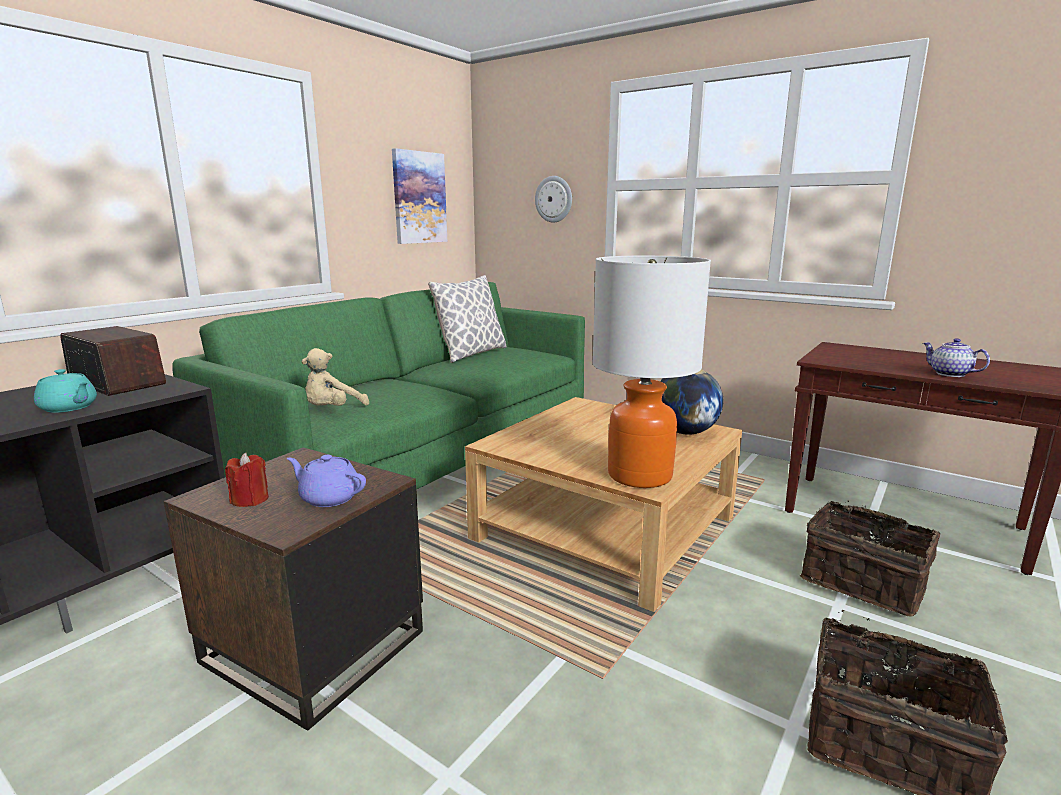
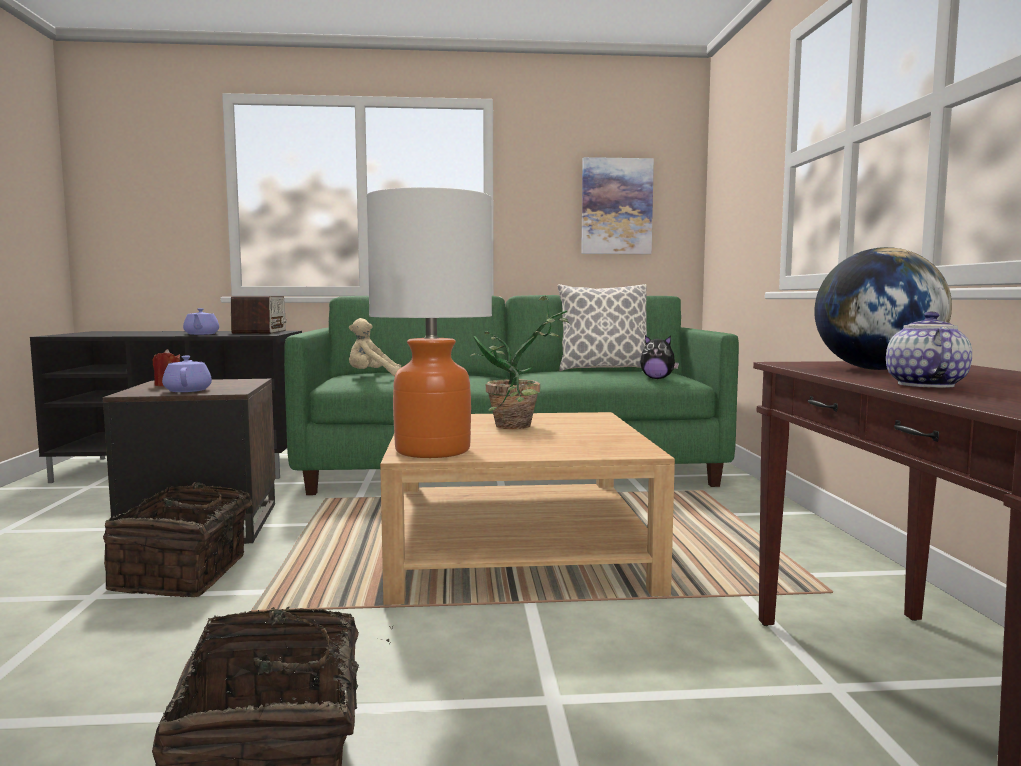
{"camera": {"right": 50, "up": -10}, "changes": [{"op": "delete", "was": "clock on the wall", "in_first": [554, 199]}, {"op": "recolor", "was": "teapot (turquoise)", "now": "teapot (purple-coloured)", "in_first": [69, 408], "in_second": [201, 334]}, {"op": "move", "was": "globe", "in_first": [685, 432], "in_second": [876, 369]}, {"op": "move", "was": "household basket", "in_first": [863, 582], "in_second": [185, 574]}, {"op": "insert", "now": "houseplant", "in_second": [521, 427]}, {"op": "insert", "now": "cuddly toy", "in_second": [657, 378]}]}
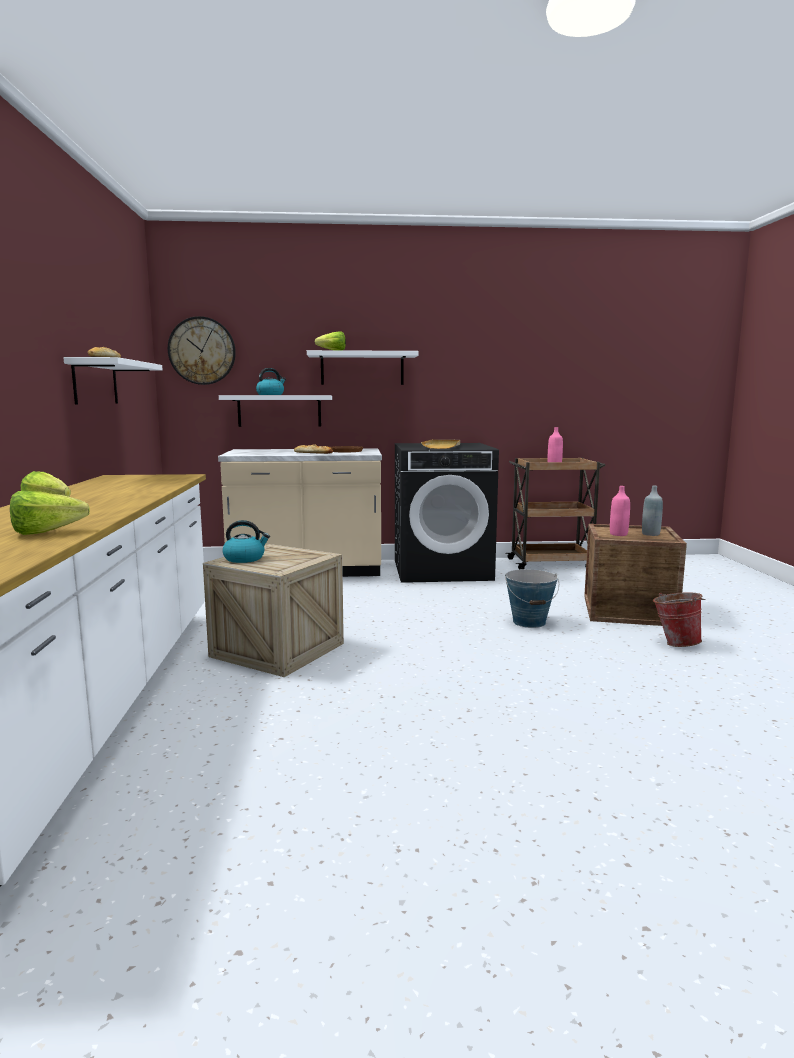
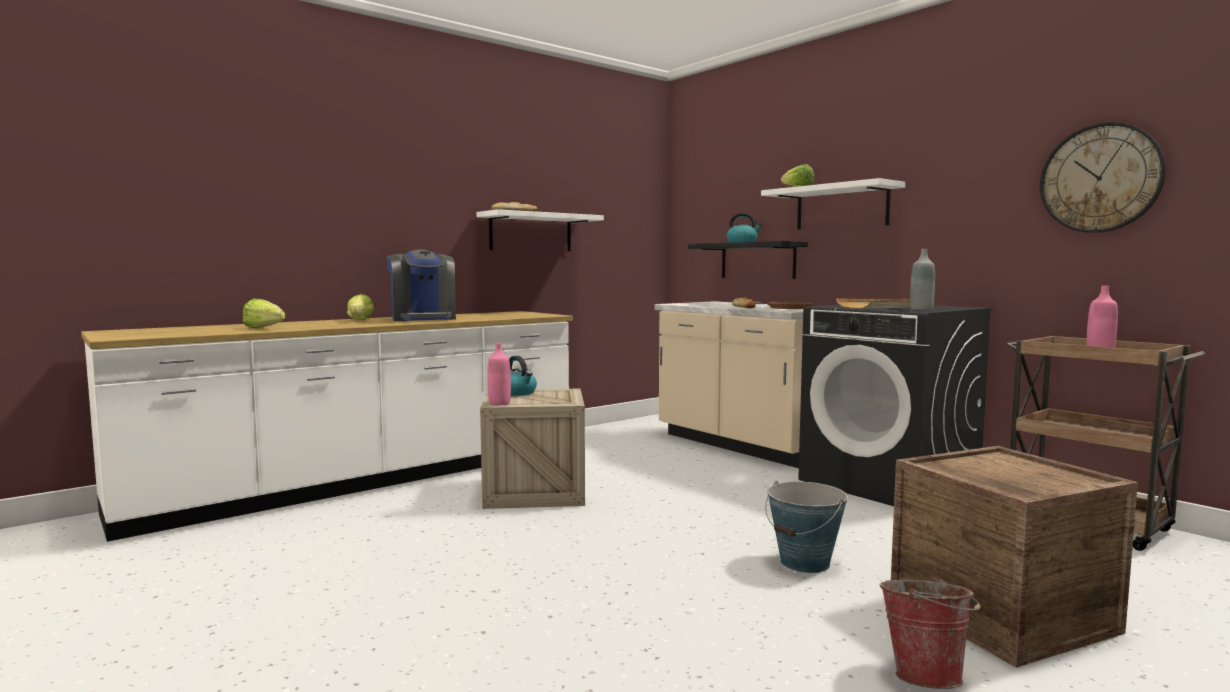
{"camera": {"right": 55, "up": -5}, "changes": [{"op": "move", "was": "clock on the wall", "in_first": [202, 351], "in_second": [1100, 178]}, {"op": "recolor", "was": "wall shelf (white-coloured)", "now": "wall shelf (black)", "in_first": [279, 411], "in_second": [757, 260]}, {"op": "move", "was": "bottle (pink-coloured)", "in_first": [618, 534], "in_second": [499, 403]}, {"op": "move", "was": "bottle (gray)", "in_first": [650, 534], "in_second": [921, 309]}, {"op": "insert", "now": "coffee machine", "in_second": [423, 319]}]}
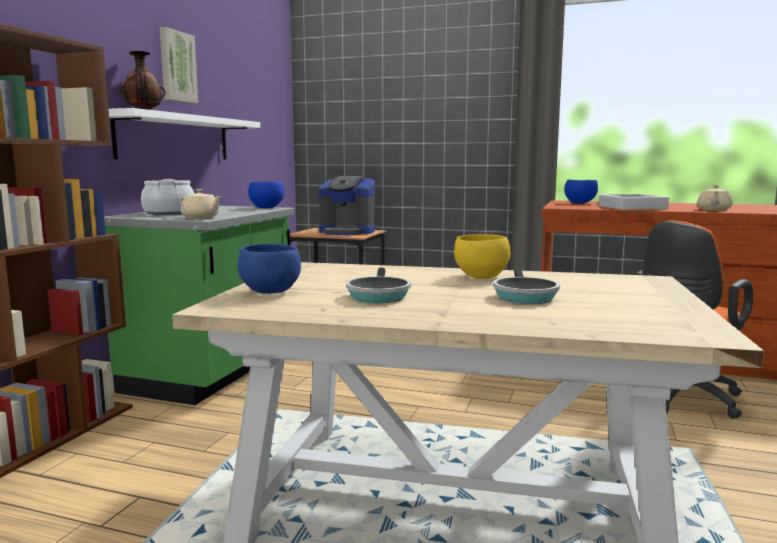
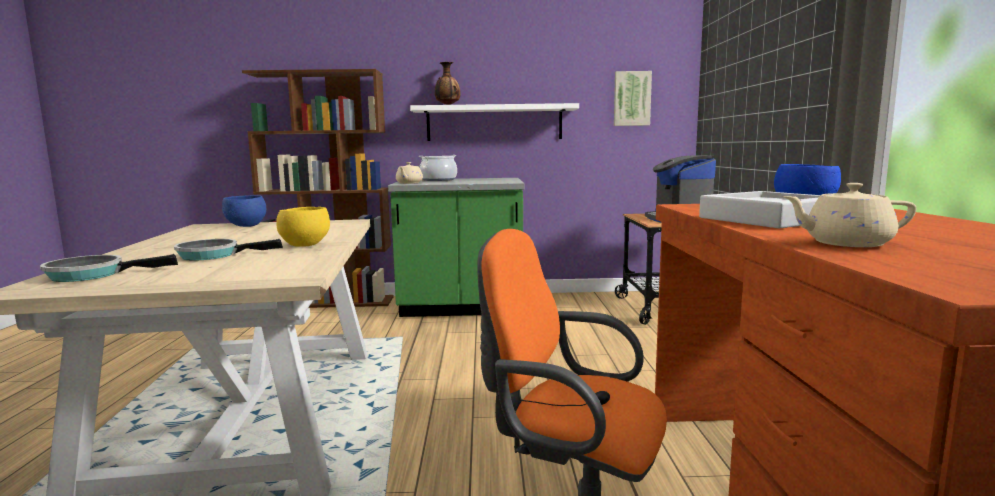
{"camera": {"right": 70, "up": 0}, "changes": [{"op": "move", "was": "wall art", "in_first": [176, 67], "in_second": [631, 98]}, {"op": "delete", "was": "deep dish (blue)", "in_first": [266, 207]}, {"op": "move", "was": "frying pan", "in_first": [378, 295], "in_second": [92, 275]}]}
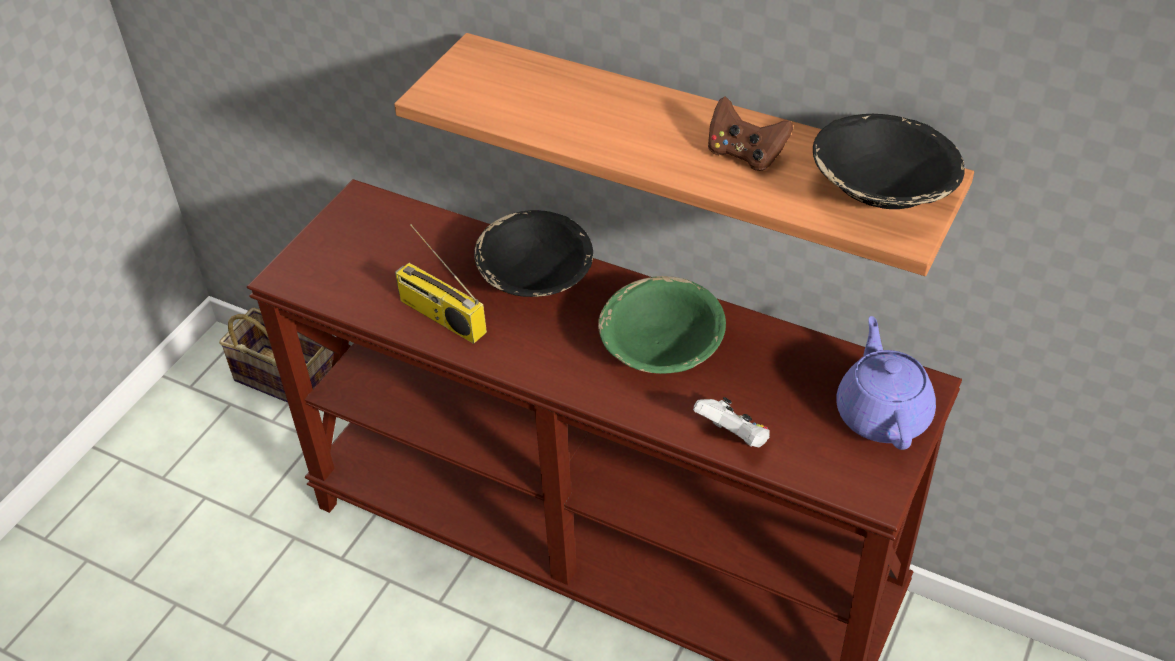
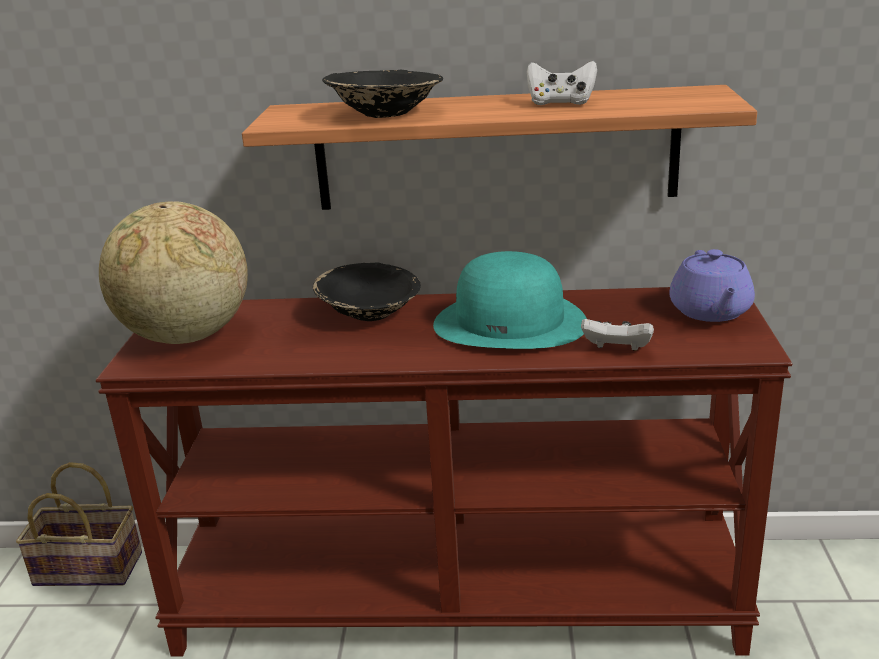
{"camera": {"right": -25, "up": -20}, "changes": [{"op": "recolor", "was": "game controller (brownish)", "now": "game controller (white-coloured)", "in_first": [745, 154], "in_second": [561, 103]}, {"op": "move", "was": "deep dish (black)", "in_first": [882, 191], "in_second": [385, 113]}, {"op": "delete", "was": "radio set", "in_first": [440, 316]}, {"op": "replace", "was": "deep dish (green-coloured)", "now": "hat (turquoise)", "in_first": [662, 348], "in_second": [510, 322]}, {"op": "rotate", "was": "teapot (purple-coloured)", "in_first": [882, 413], "in_second": [710, 311], "clockwise": -150}, {"op": "insert", "now": "globe", "in_second": [186, 337]}]}
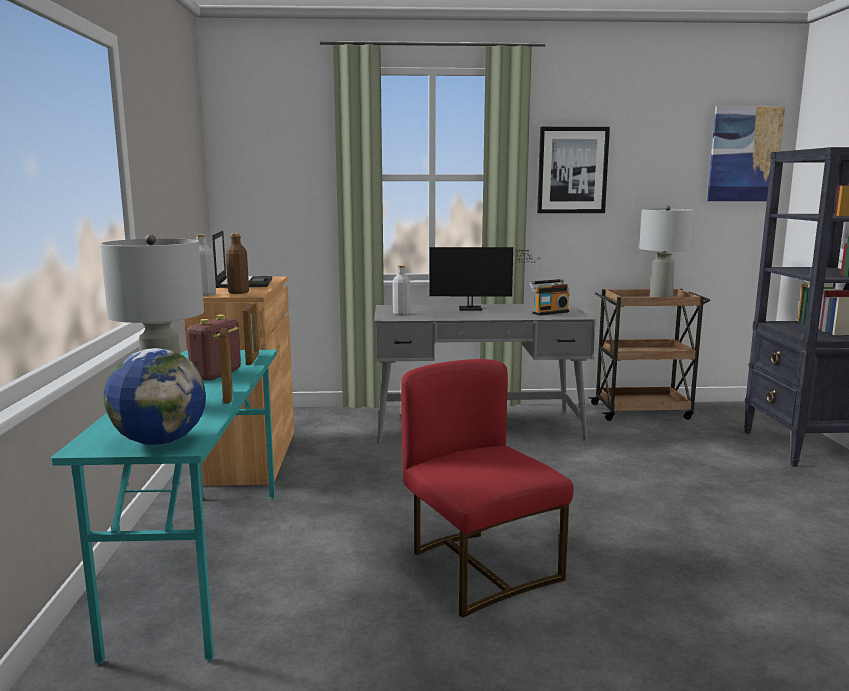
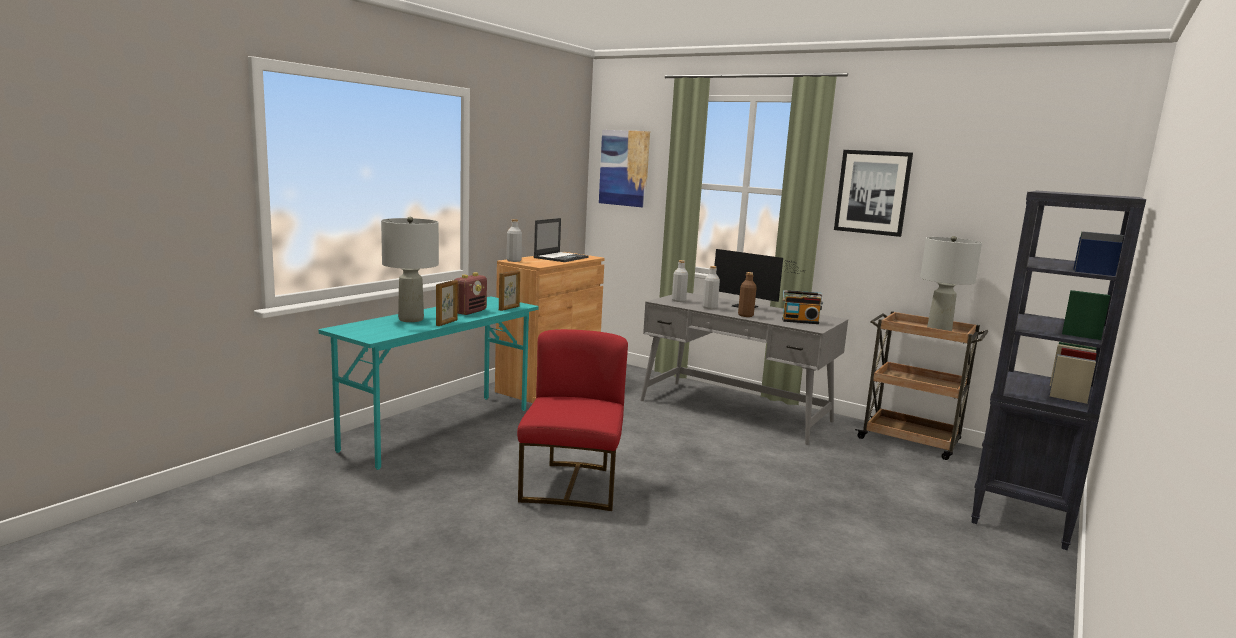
{"camera": {"right": 35, "up": 0}, "changes": [{"op": "move", "was": "wall art", "in_first": [744, 154], "in_second": [624, 168]}, {"op": "move", "was": "bottle (brownish)", "in_first": [238, 292], "in_second": [745, 315]}, {"op": "rotate", "was": "radio set", "in_first": [216, 375], "in_second": [470, 312], "clockwise": 150}, {"op": "delete", "was": "globe", "in_first": [160, 441]}, {"op": "insert", "now": "bottle (gray)", "in_second": [709, 308]}]}
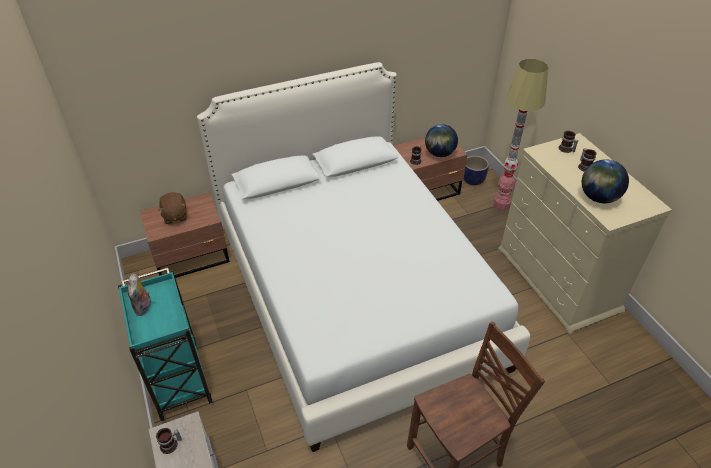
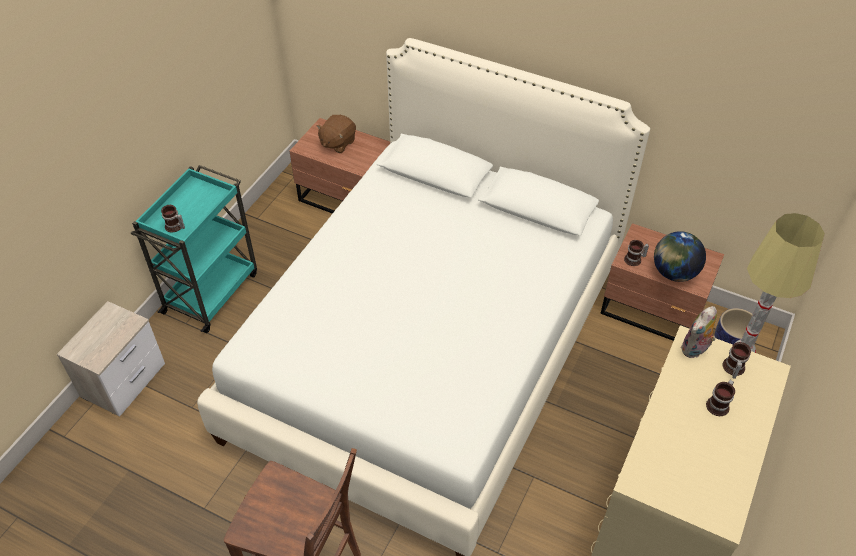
{"camera": {"right": 50, "up": 5}, "changes": [{"op": "delete", "was": "globe", "in_first": [598, 198]}, {"op": "move", "was": "cuddly toy", "in_first": [144, 308], "in_second": [695, 350]}, {"op": "move", "was": "mug", "in_first": [171, 445], "in_second": [174, 227]}]}
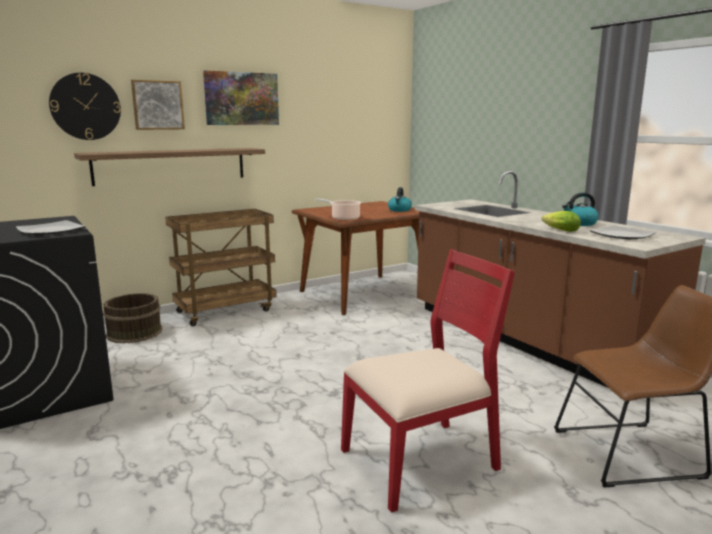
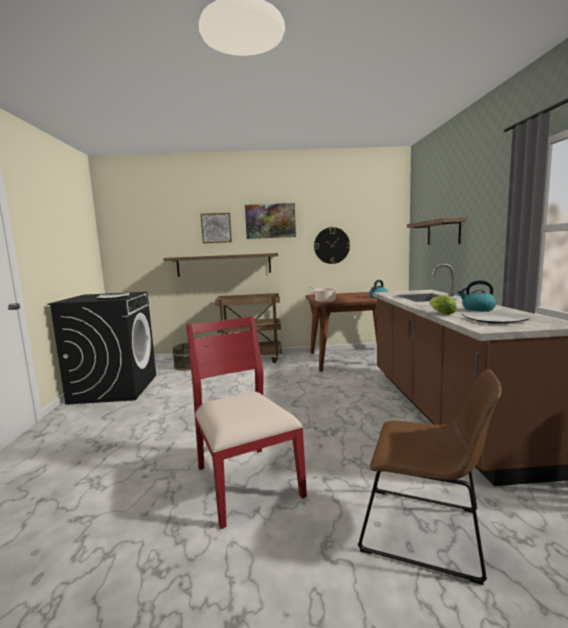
{"camera": {"right": 30, "up": -5}, "changes": [{"op": "move", "was": "clock on the wall", "in_first": [85, 106], "in_second": [331, 245]}, {"op": "rotate", "was": "plain chair (red)", "in_first": [421, 460], "in_second": [246, 481], "clockwise": -120}, {"op": "insert", "now": "wall shelf", "in_second": [443, 232]}]}
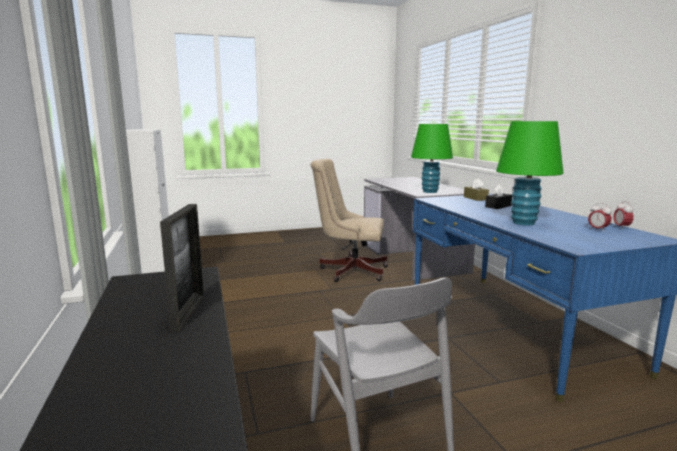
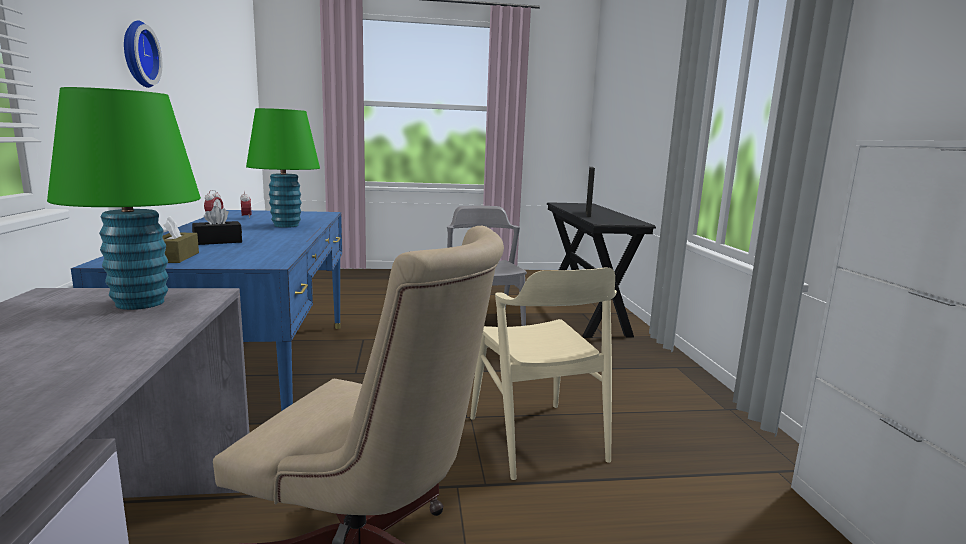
{"camera": {"right": -170, "up": 0}, "changes": [{"op": "insert", "now": "clock on the wall", "in_second": [137, 54]}, {"op": "insert", "now": "plain chair (beige-coloured)", "in_second": [536, 438]}]}
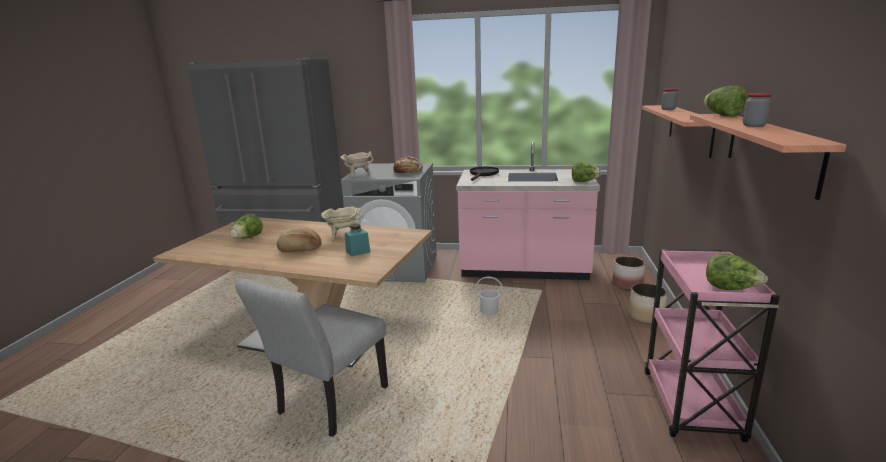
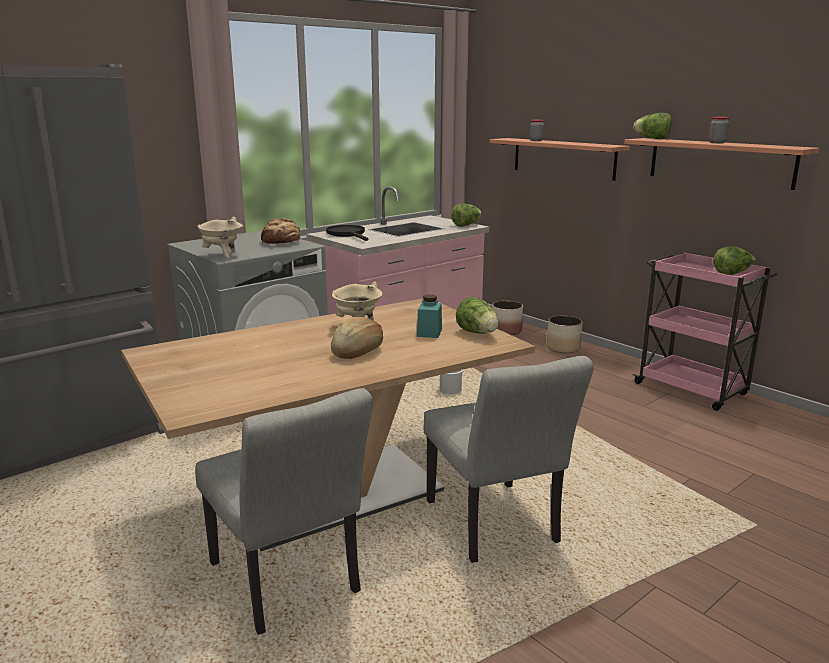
{"camera": {"right": -50, "up": 0}, "changes": [{"op": "move", "was": "head of lettuce", "in_first": [248, 238], "in_second": [478, 333]}, {"op": "insert", "now": "plain chair (gray)", "in_second": [289, 584]}]}
